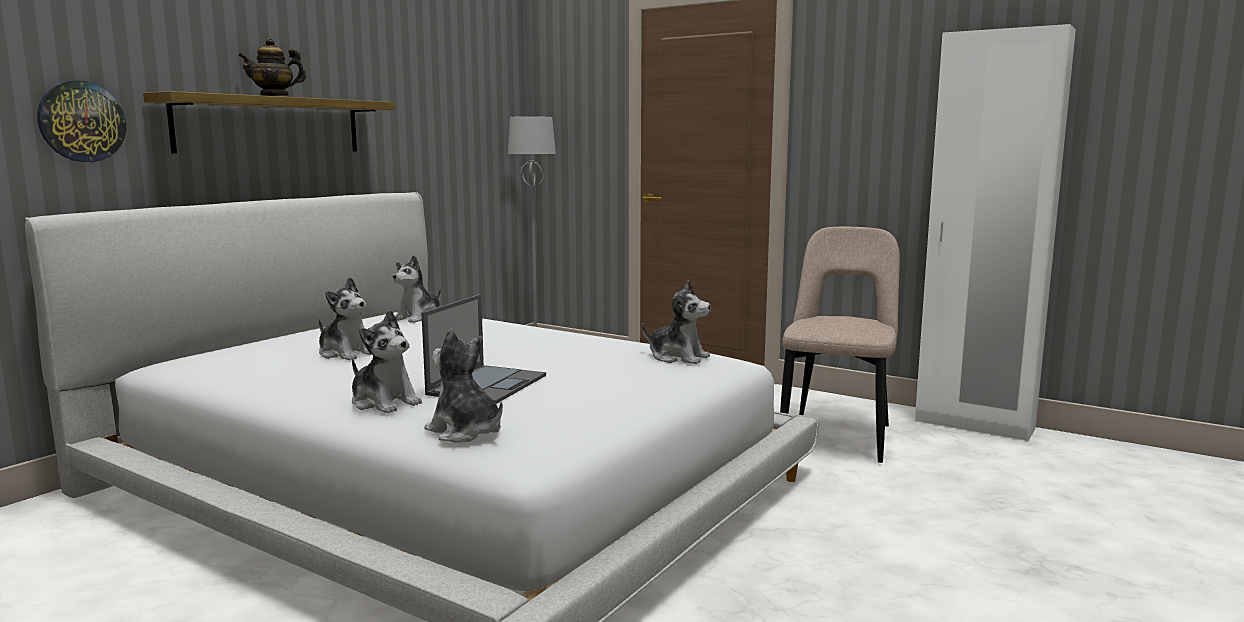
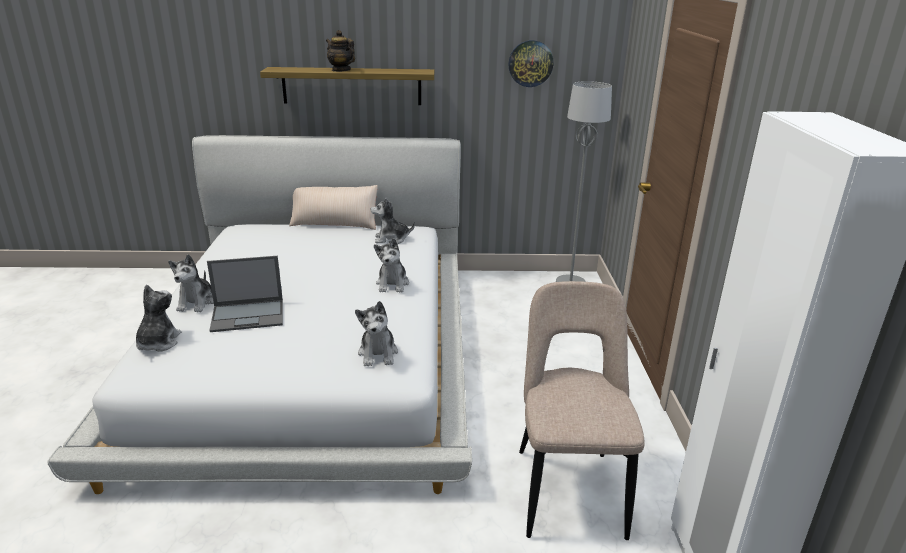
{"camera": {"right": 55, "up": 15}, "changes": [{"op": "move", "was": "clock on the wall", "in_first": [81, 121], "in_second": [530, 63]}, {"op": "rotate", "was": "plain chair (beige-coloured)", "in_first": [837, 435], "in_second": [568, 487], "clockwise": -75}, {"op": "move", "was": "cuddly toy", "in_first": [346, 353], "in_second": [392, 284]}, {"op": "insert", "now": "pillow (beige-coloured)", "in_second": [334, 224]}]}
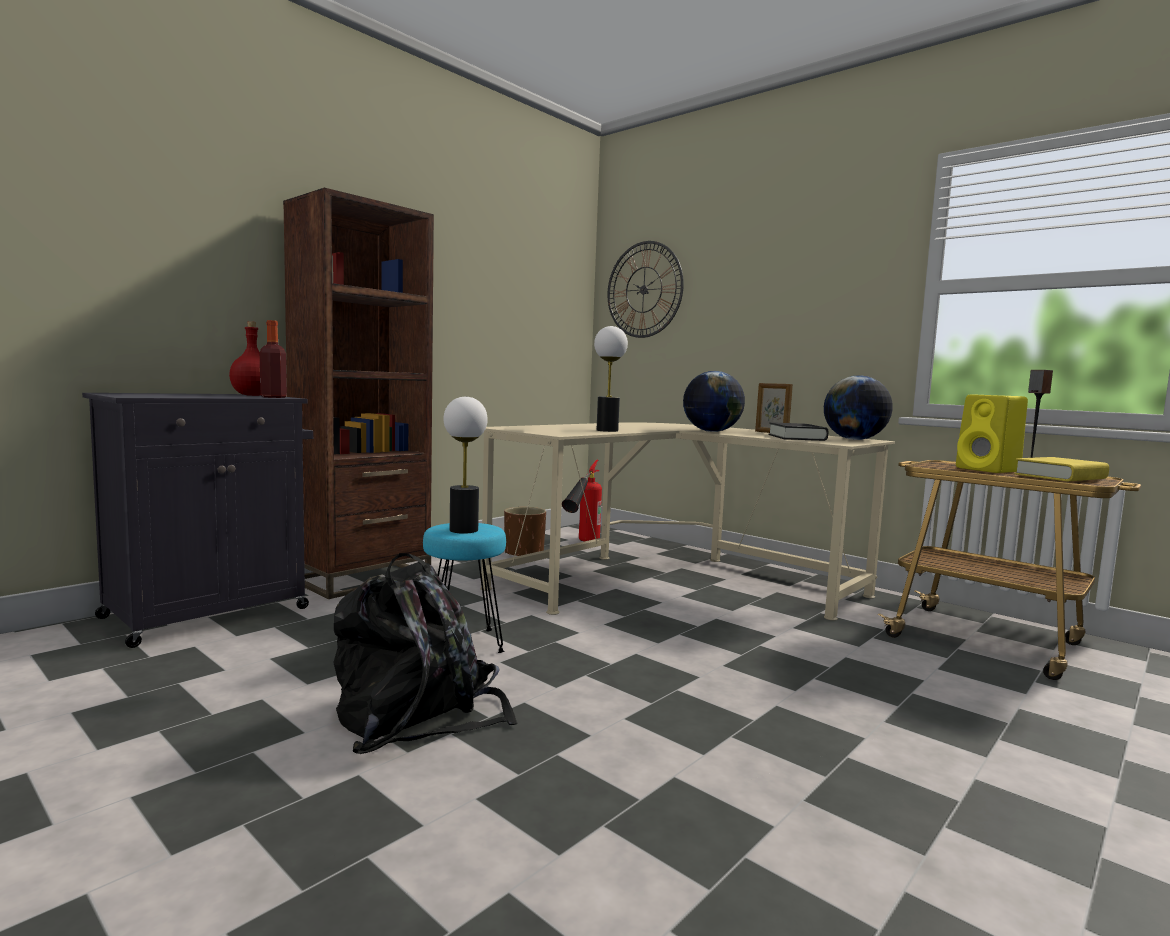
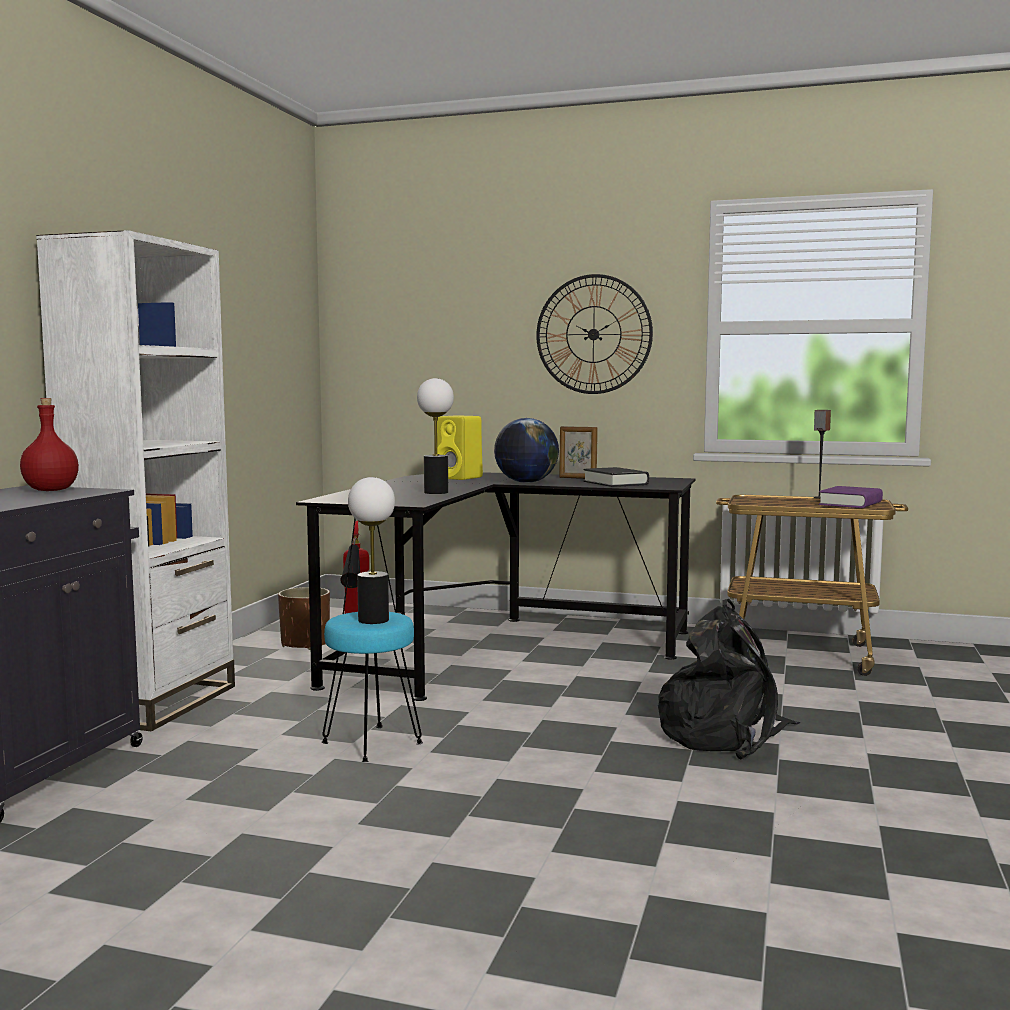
{"camera": {"right": -25, "up": 0}, "changes": [{"op": "recolor", "was": "shelving unit (brownish)", "now": "shelving unit (white-coloured)", "in_first": [362, 578], "in_second": [155, 703]}, {"op": "move", "was": "clock on the wall", "in_first": [644, 289], "in_second": [593, 334]}, {"op": "delete", "was": "bottle", "in_first": [273, 397]}, {"op": "delete", "was": "globe", "in_first": [854, 439]}, {"op": "move", "was": "audio speaker (yellow)", "in_first": [990, 470], "in_second": [460, 478]}, {"op": "recolor", "was": "desk (beige-coloured)", "now": "desk (black)", "in_first": [672, 579], "in_second": [495, 646]}, {"op": "recolor", "was": "book (yellow)", "now": "book (purple-coloured)", "in_first": [1060, 476], "in_second": [850, 503]}, {"op": "move", "was": "backpack (black)", "in_first": [418, 715], "in_second": [724, 734]}]}
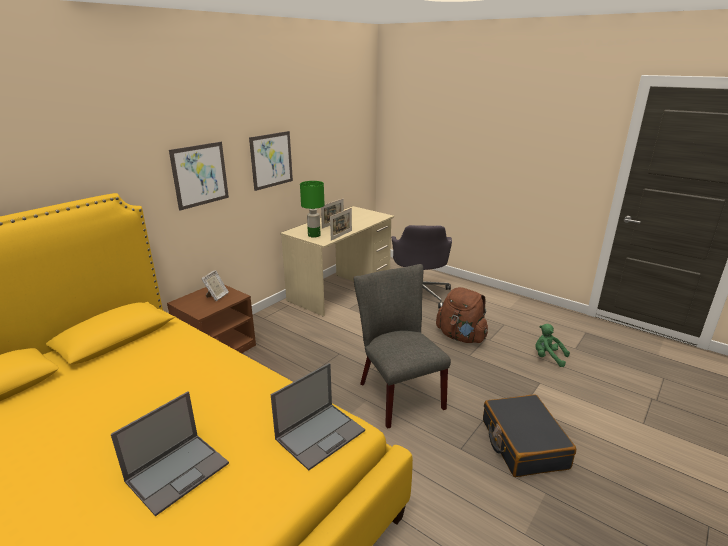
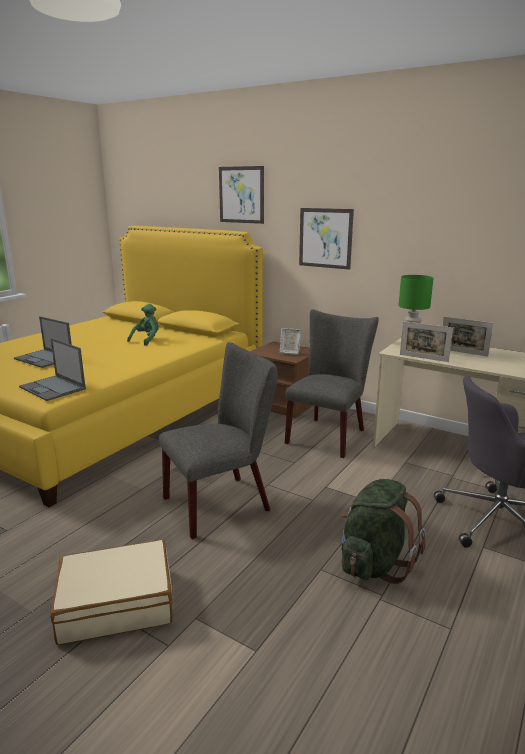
{"camera": {"right": 85, "up": -5}, "changes": [{"op": "move", "was": "wall art", "in_first": [271, 160], "in_second": [241, 195]}, {"op": "recolor", "was": "backpack (brownish)", "now": "backpack (green-coloured)", "in_first": [461, 337], "in_second": [374, 563]}, {"op": "move", "was": "cuddly toy (green-coloured)", "in_first": [548, 357], "in_second": [147, 340]}, {"op": "recolor", "was": "piece of luggage (black)", "now": "piece of luggage (beige-coloured)", "in_first": [523, 444], "in_second": [116, 603]}, {"op": "insert", "now": "plain chair (gray)", "in_second": [328, 434]}]}
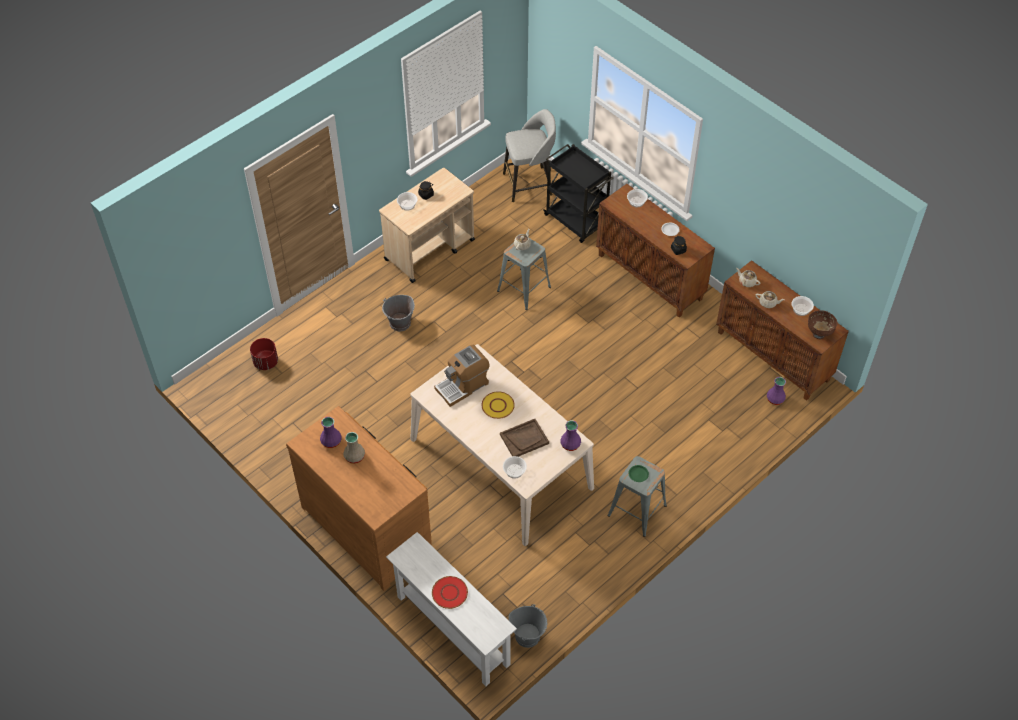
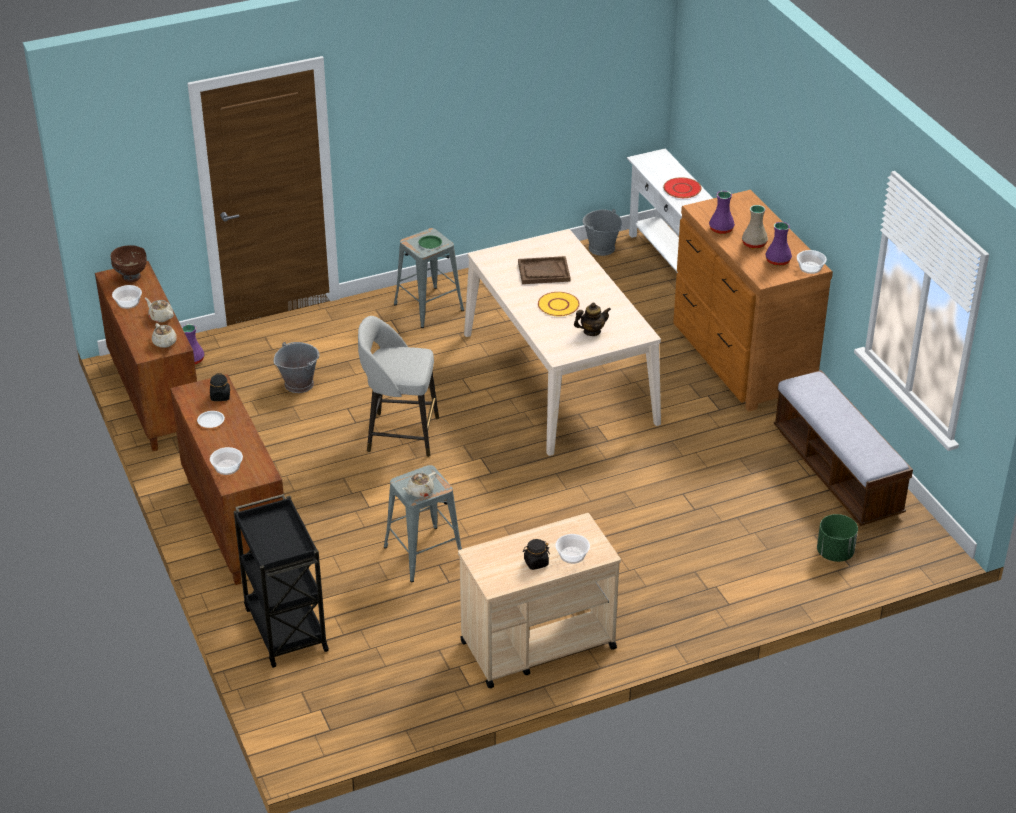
{"camera": {"right": -160, "up": -15}, "changes": [{"op": "move", "was": "stool seat (gray)", "in_first": [529, 184], "in_second": [400, 434]}, {"op": "move", "was": "water bucket (gray)", "in_first": [400, 323], "in_second": [299, 383]}, {"op": "recolor", "was": "planter (red)", "now": "planter (green-coloured)", "in_first": [266, 362], "in_second": [834, 553]}, {"op": "replace", "was": "coffee machine", "now": "teapot", "in_first": [462, 385], "in_second": [591, 331]}, {"op": "move", "was": "flower vase (purple-coloured)", "in_first": [570, 443], "in_second": [721, 230]}, {"op": "move", "was": "deep dish", "in_first": [514, 471], "in_second": [810, 267]}, {"op": "insert", "now": "indoor bench", "in_second": [836, 472]}]}
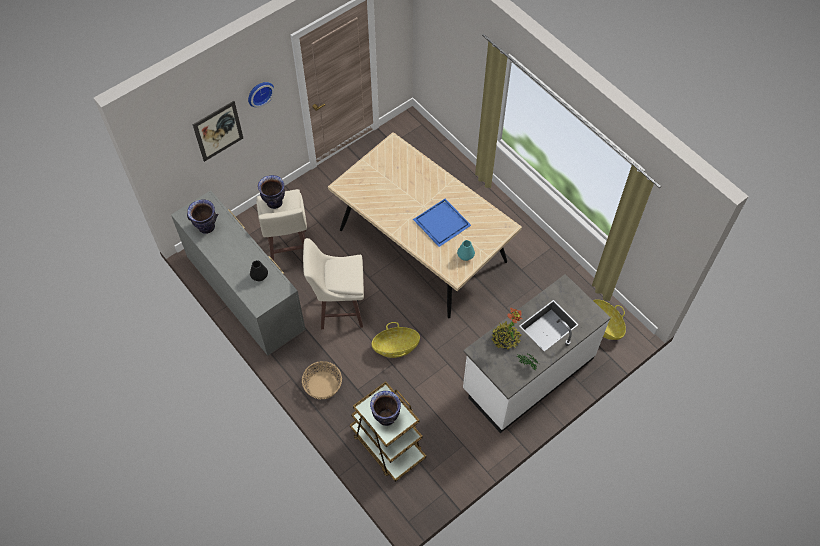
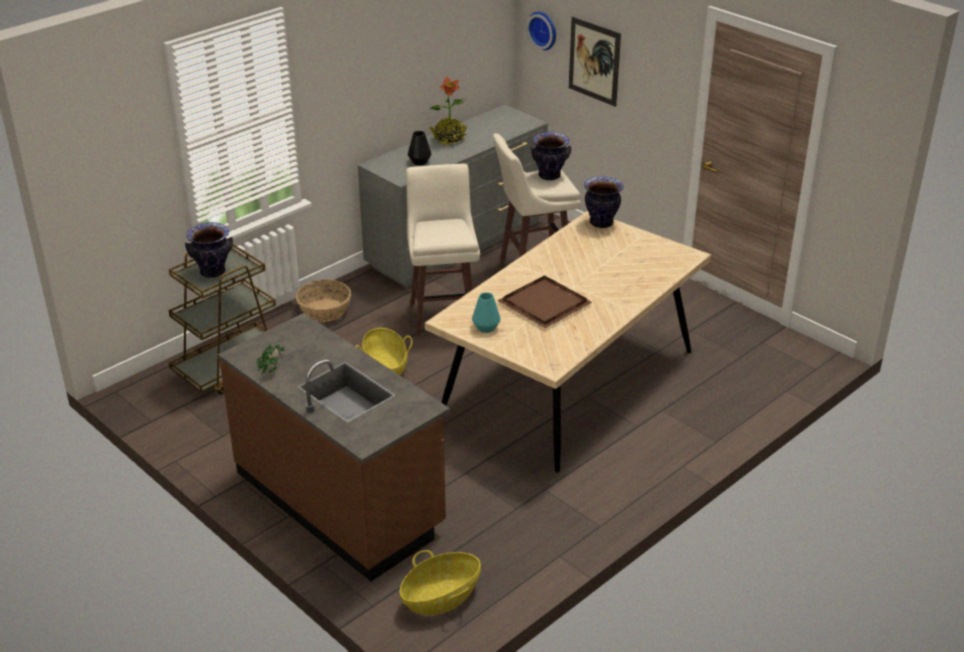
{"camera": {"right": 85, "up": -25}, "changes": [{"op": "move", "was": "clock on the wall", "in_first": [259, 93], "in_second": [544, 30]}, {"op": "move", "was": "flower vase", "in_first": [206, 227], "in_second": [601, 223]}, {"op": "recolor", "was": "tray (blue)", "now": "tray (brownish)", "in_first": [442, 222], "in_second": [546, 304]}, {"op": "recolor", "was": "counter (white-coloured)", "now": "counter (brownish)", "in_first": [527, 374], "in_second": [340, 500]}, {"op": "move", "was": "houseplant", "in_first": [505, 339], "in_second": [449, 139]}]}
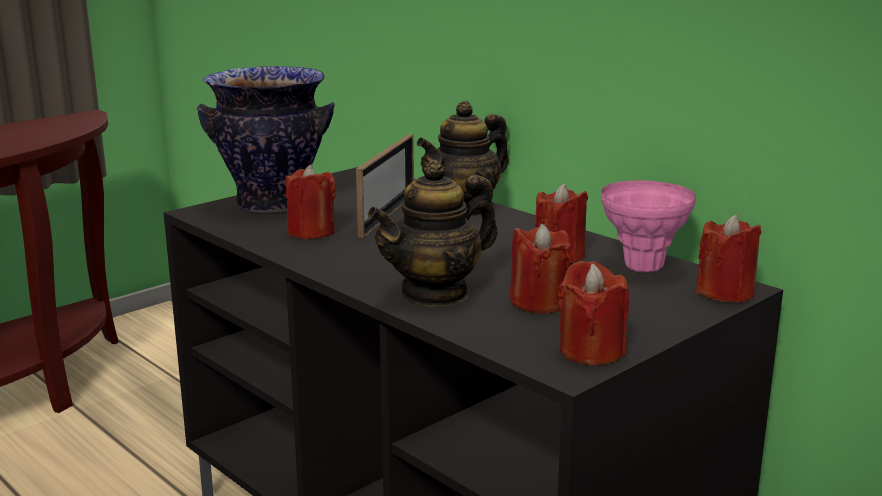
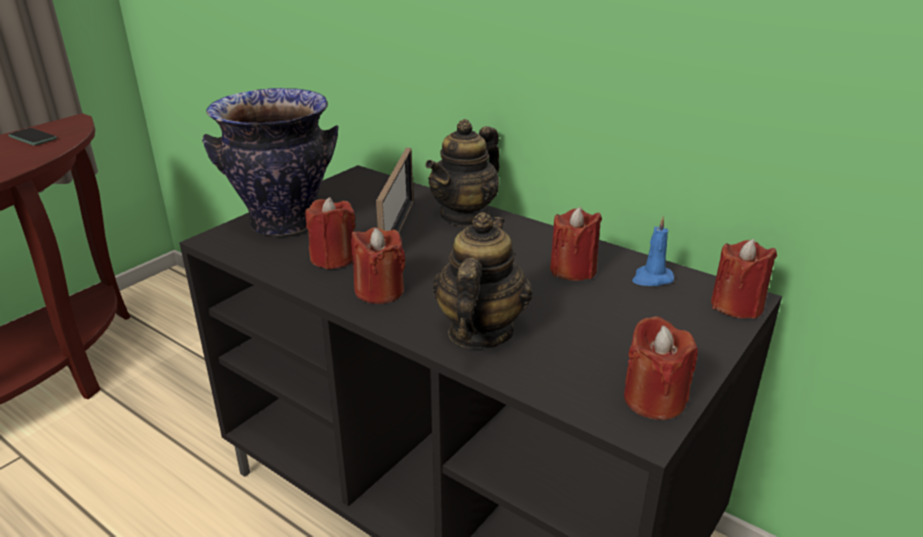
{"camera": {"right": -10, "up": 10}, "changes": [{"op": "rotate", "was": "teapot", "in_first": [436, 293], "in_second": [479, 332], "clockwise": 150}, {"op": "replace", "was": "flower vase (pink-coloured)", "now": "wax light (blue)", "in_first": [642, 267], "in_second": [651, 278]}, {"op": "move", "was": "wax light (red)", "in_first": [539, 302], "in_second": [379, 291]}, {"op": "insert", "now": "telephone", "in_second": [32, 138]}]}
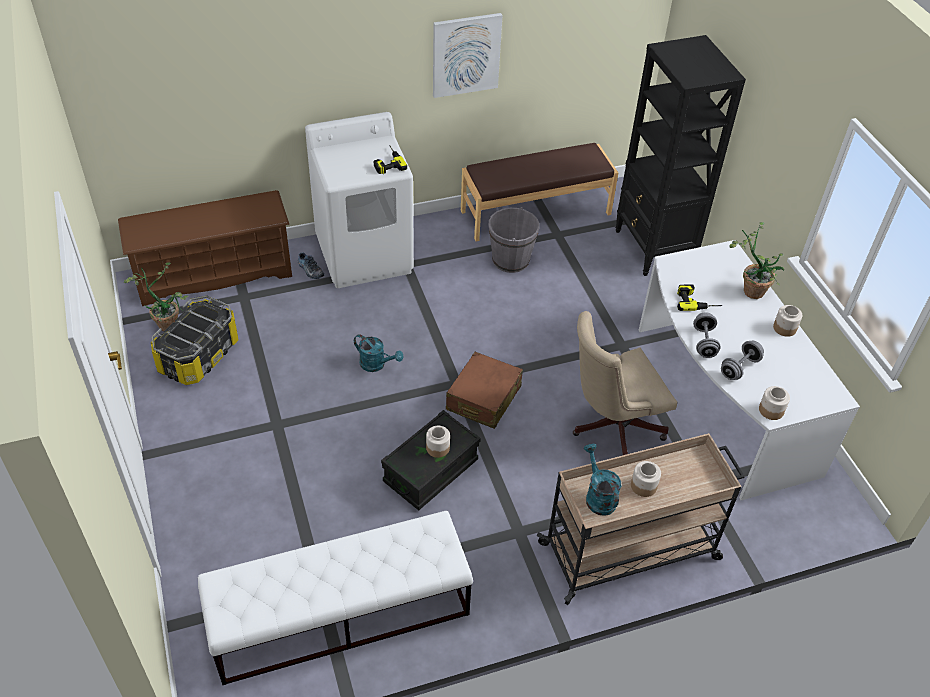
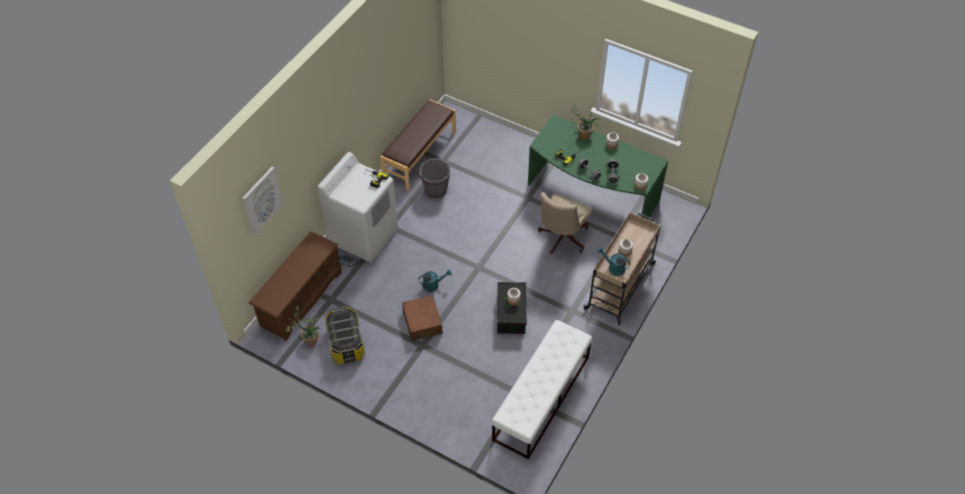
{"camera": {"right": -40, "up": 5}, "changes": [{"op": "move", "was": "wall art", "in_first": [466, 55], "in_second": [262, 200]}, {"op": "delete", "was": "shelving unit (black)", "in_first": [654, 248]}, {"op": "recolor", "was": "desk (white-coloured)", "now": "desk (green-coloured)", "in_first": [719, 401], "in_second": [591, 195]}, {"op": "move", "was": "piece of luggage (brownish)", "in_first": [483, 398], "in_second": [422, 322]}]}
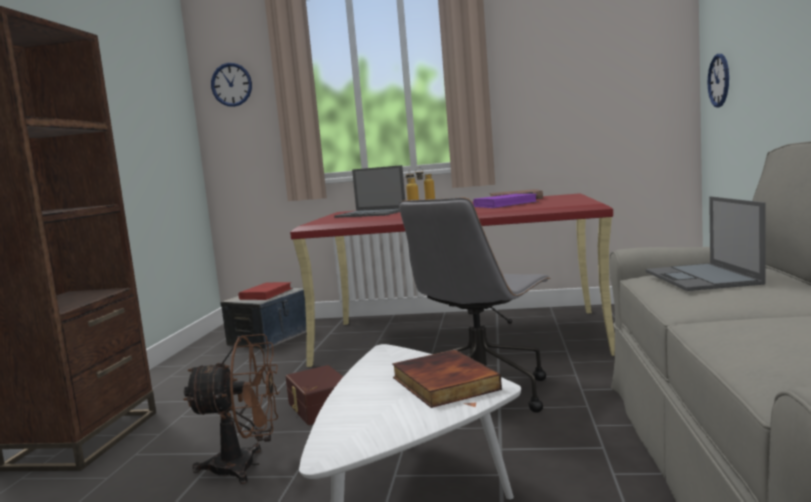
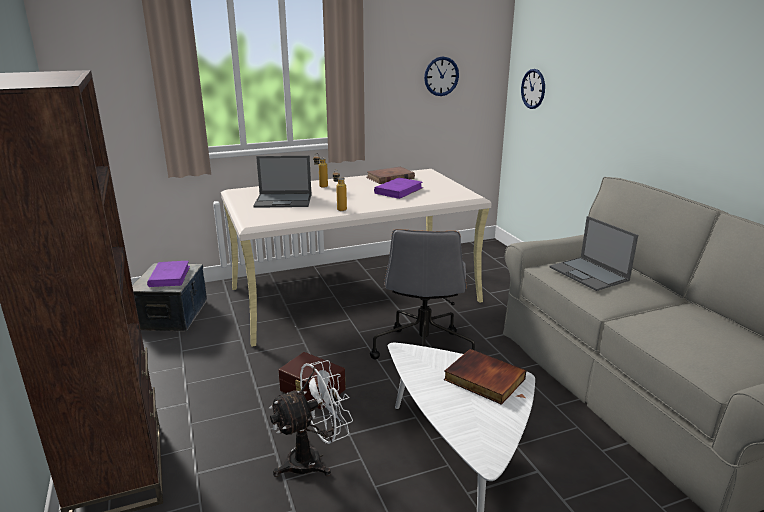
{"camera": {"right": -30, "up": 15}, "changes": [{"op": "move", "was": "clock on the wall", "in_first": [231, 84], "in_second": [441, 76]}, {"op": "recolor", "was": "desk (red)", "now": "desk (beige-coloured)", "in_first": [461, 337], "in_second": [355, 294]}, {"op": "recolor", "was": "book (red)", "now": "book (purple-coloured)", "in_first": [266, 294], "in_second": [169, 276]}, {"op": "recolor", "was": "fan (brownish)", "now": "fan (white-coloured)", "in_first": [246, 466], "in_second": [313, 460]}]}
